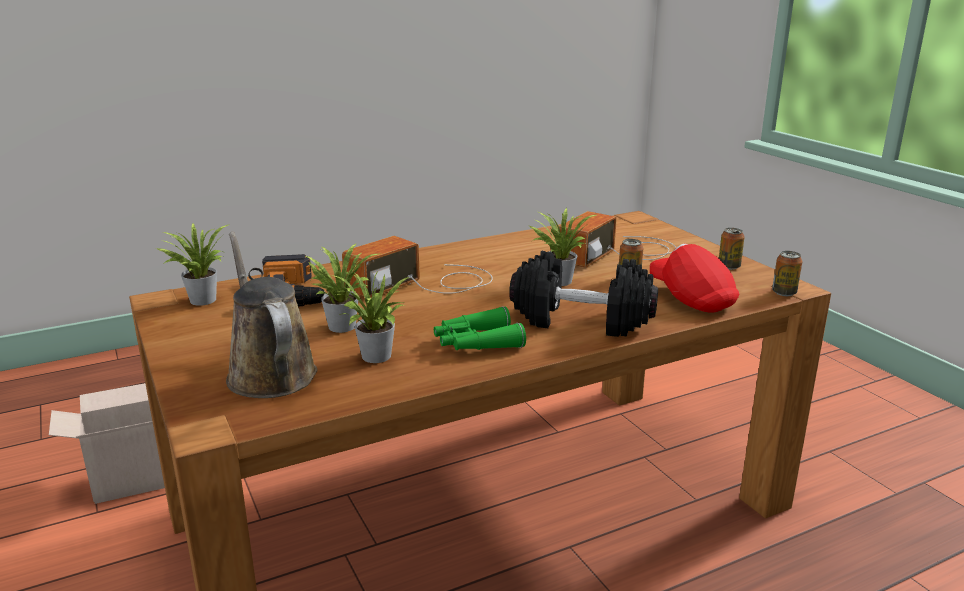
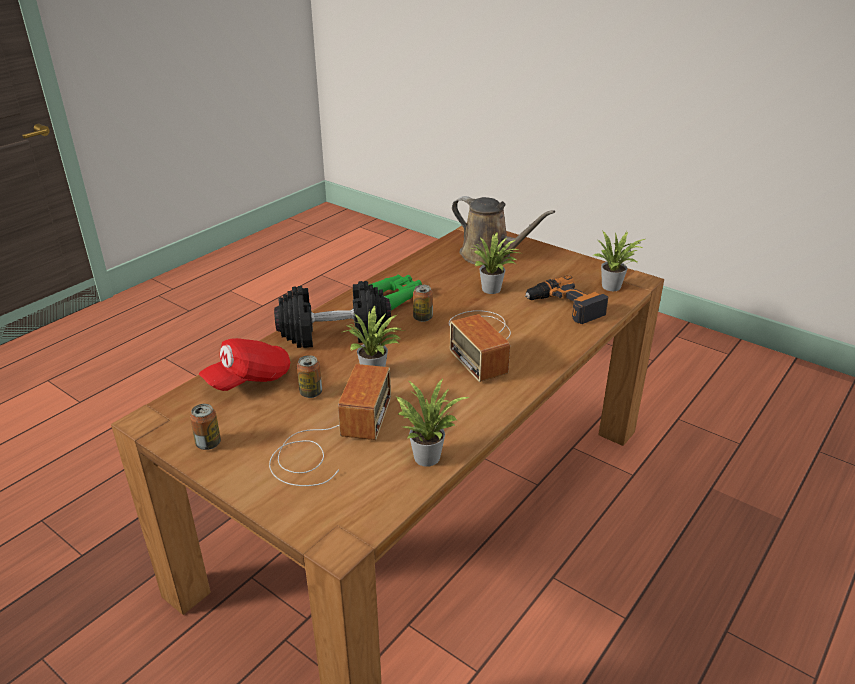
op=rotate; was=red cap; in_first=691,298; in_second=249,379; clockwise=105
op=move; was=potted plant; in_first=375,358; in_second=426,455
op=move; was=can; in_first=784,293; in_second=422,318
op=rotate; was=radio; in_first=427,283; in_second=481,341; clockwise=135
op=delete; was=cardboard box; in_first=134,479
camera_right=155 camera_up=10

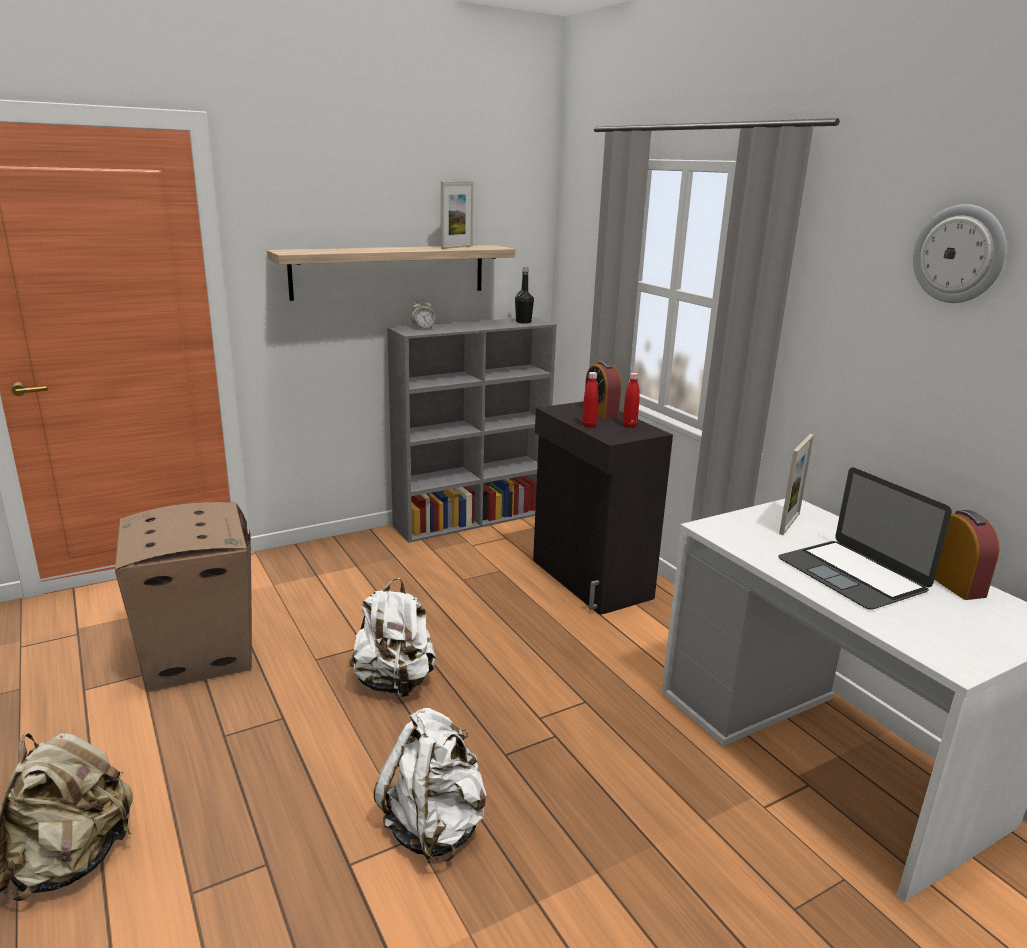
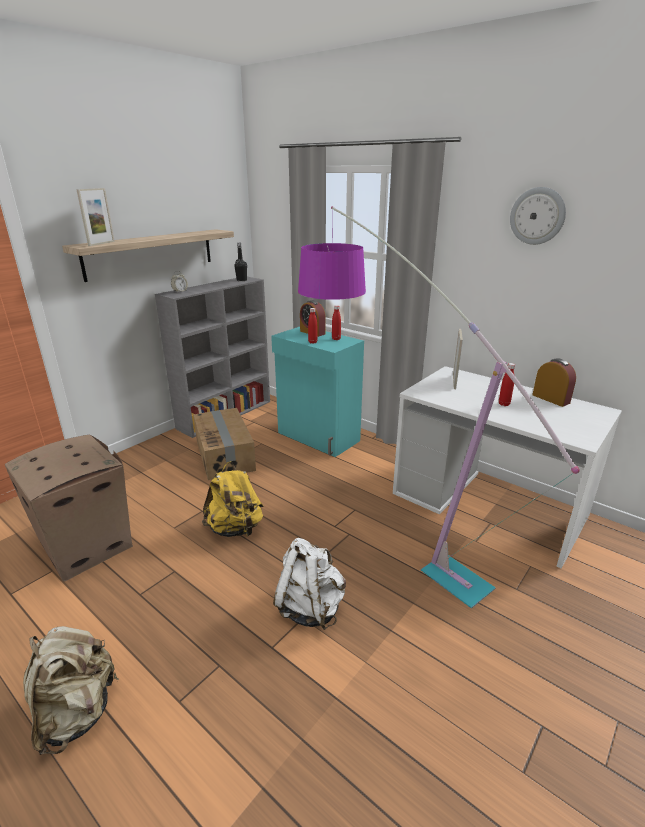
op=move; was=picture frame; in_first=457,247; in_second=101,243
op=insert; now=cardboard box; in_second=225,455
op=recolor; was=white backpack; now=yellow backpack; in_first=394,682; in_second=235,528
op=recolor; was=black cabinet; now=turquoise cabinet; in_first=590,579; in_second=318,437
op=insert; now=floor lamp; in_second=379,522
op=replace; was=laptop; now=red bottle; in_first=852,574; in_second=504,404
camera_right=-20 camera_up=5

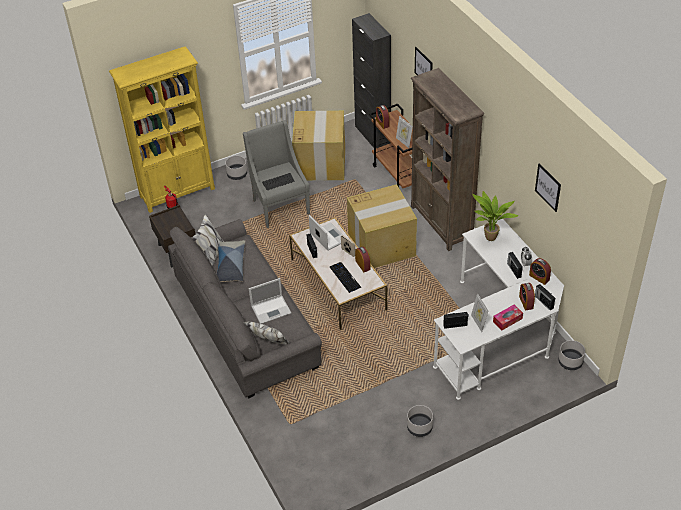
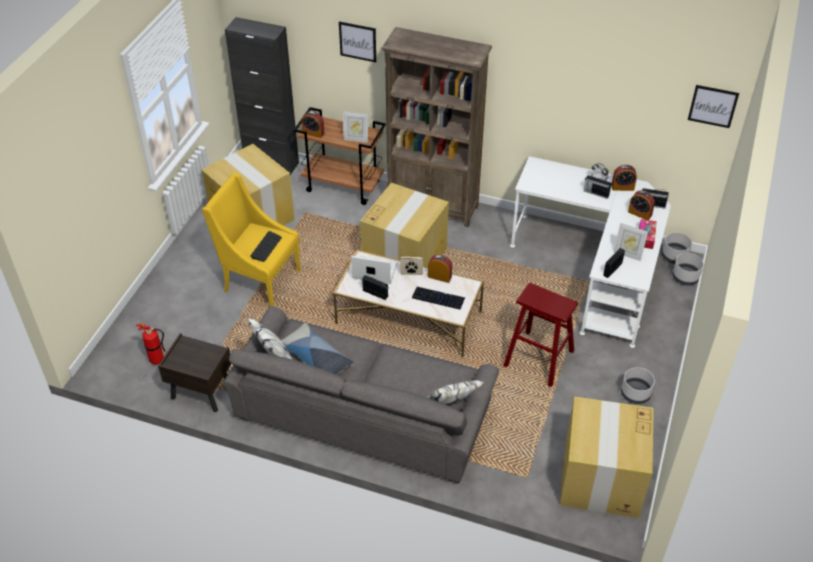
op=recolor; was=grey armchair; now=yellow armchair; in_first=279,206; in_second=259,281
op=insert; now=red stool; in_second=538,358
op=insert; now=cardboard box; in_second=600,479
op=move; was=grey planter; in_first=237,174; in_second=685,277
op=move; was=picture; in_first=548,187; in_second=713,106
op=delete; was=yellow bookcase; in_first=178,192
op=delete; was=laptop; in_first=271,309
op=delete; was=potted plant; in_first=490,239
camera_right=-45 camera_up=0

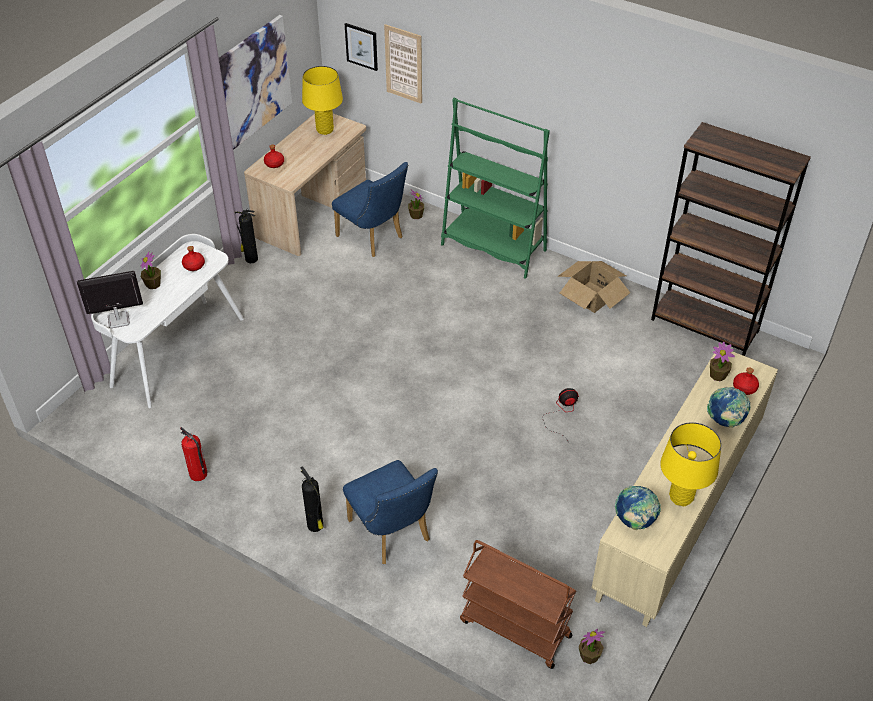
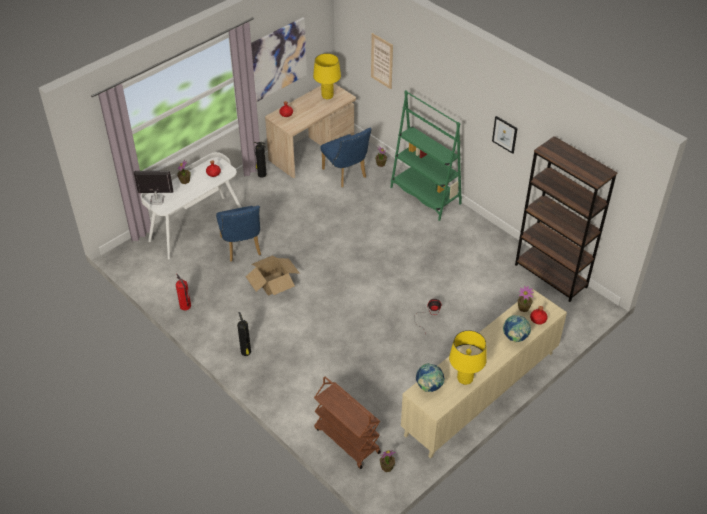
op=move; was=blue chair; in_first=392,534; in_second=242,248
op=move; was=cardboard box; in_first=591,296; in_second=273,283
op=move; was=picture; in_first=361,46; in_second=505,134
camera_right=15 camera_up=0

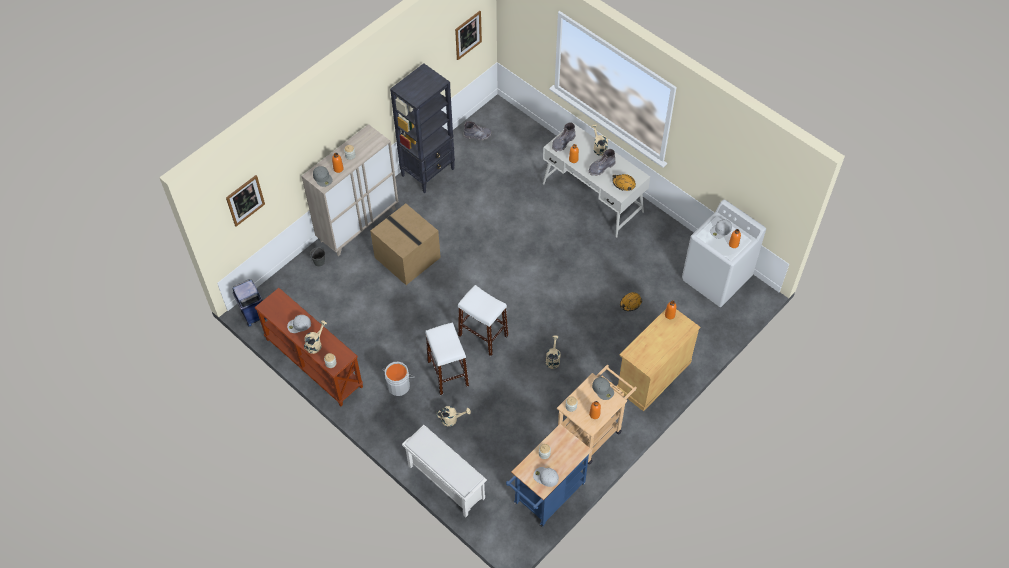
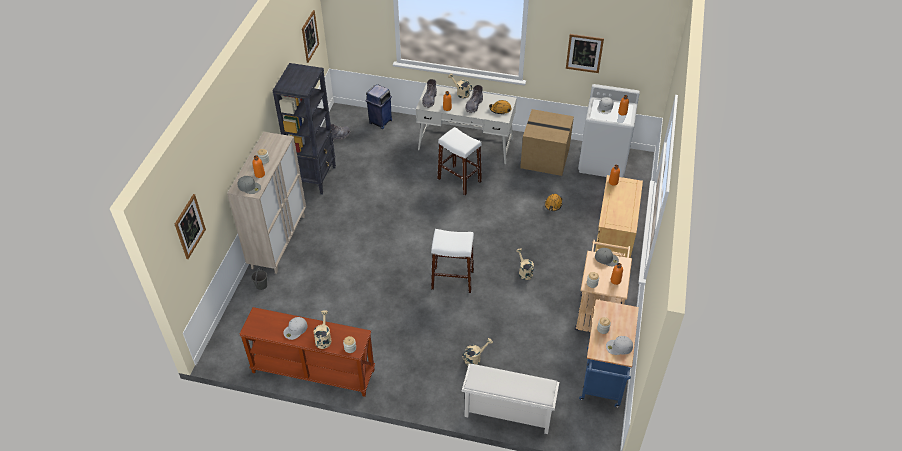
op=move; was=blue trash can; in_first=253,315; in_second=380,122
op=move; was=white stool; in_first=448,373; in_second=459,180
op=move; was=cardboard box; in_first=406,257; in_second=544,158
op=insert; now=picture; in_second=584,53
op=delete; was=grey bucket; in_first=399,385
camera_right=-30 camera_up=-10

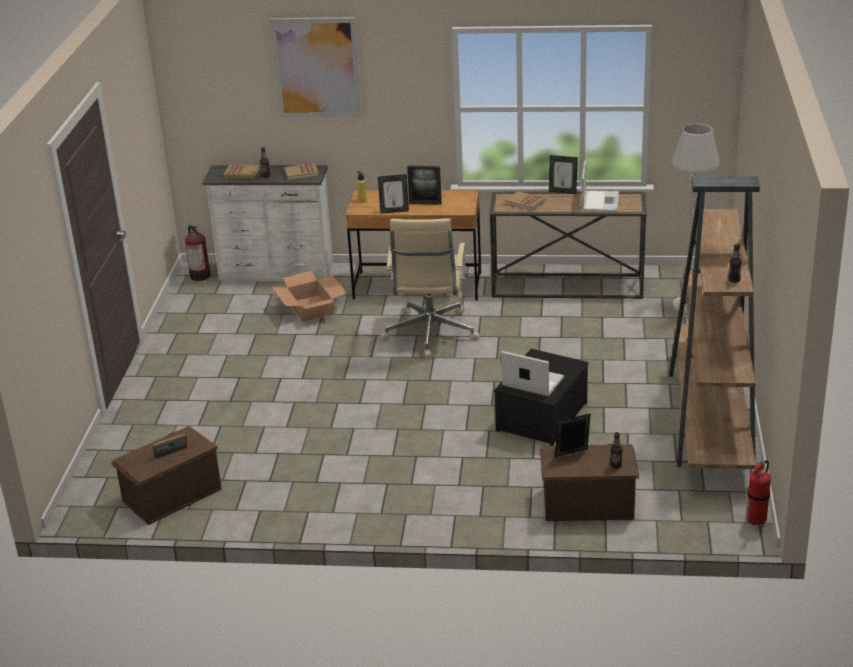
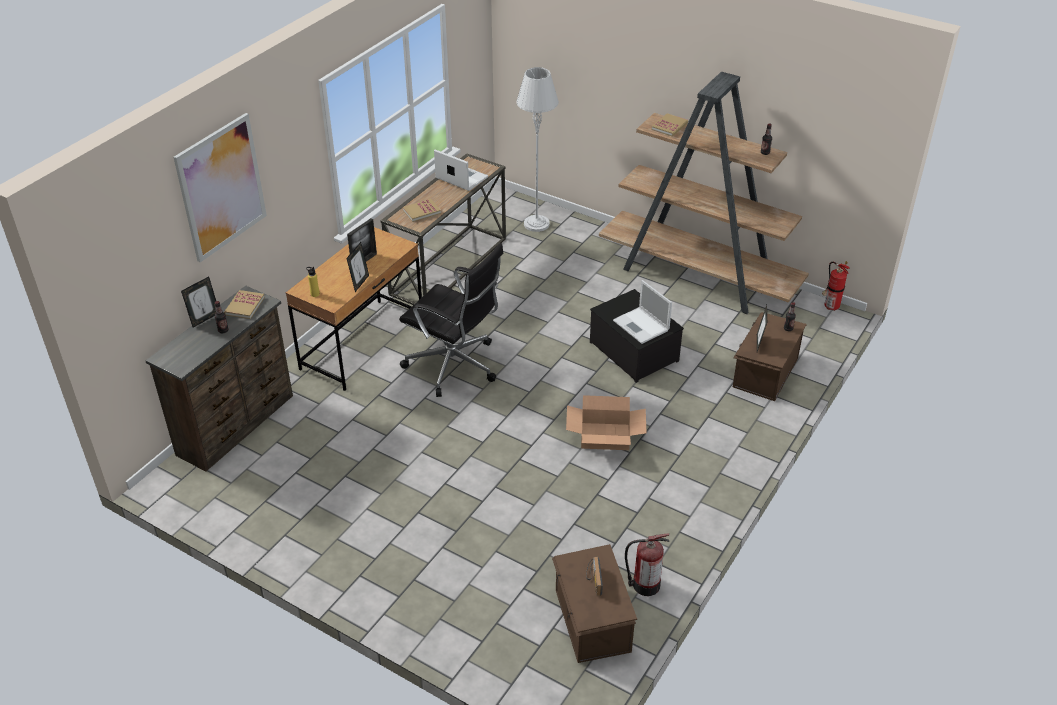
op=recolor; was=white dresser; now=brown dresser; in_first=277,273; in_second=238,425
op=move; was=picture frame; in_first=563,191; in_second=204,319
op=recolor; was=beige office chair; now=black office chair; in_first=430,334; in_second=455,366
op=move; was=cardboard box; in_first=311,308; in_second=605,436
op=rotate; was=laptop; in_first=531,381; in_second=641,326; clockwise=-90
op=move; was=fire extinguisher; in_first=199,275; in_second=644,585
op=move; was=book; in_first=241,173; in_second=669,126
camera_right=-65 camera_up=10

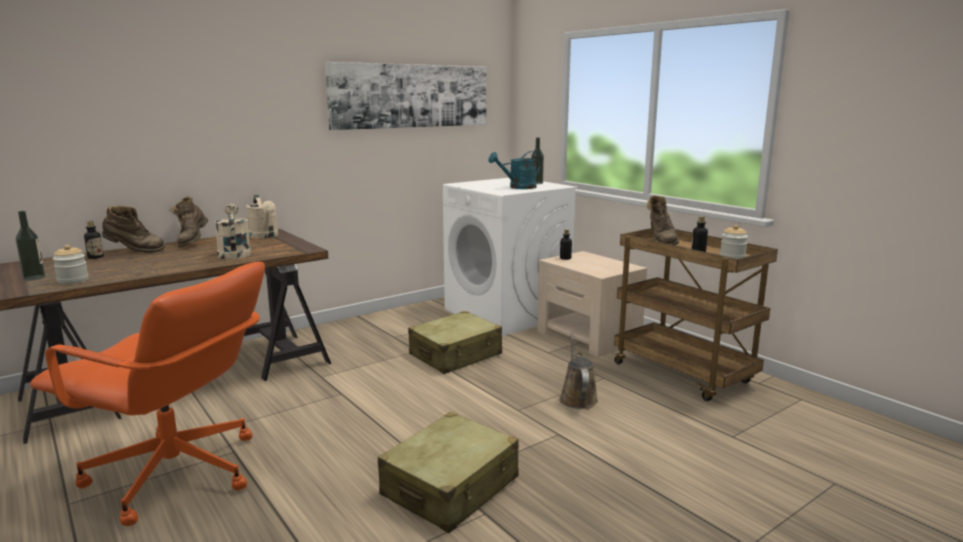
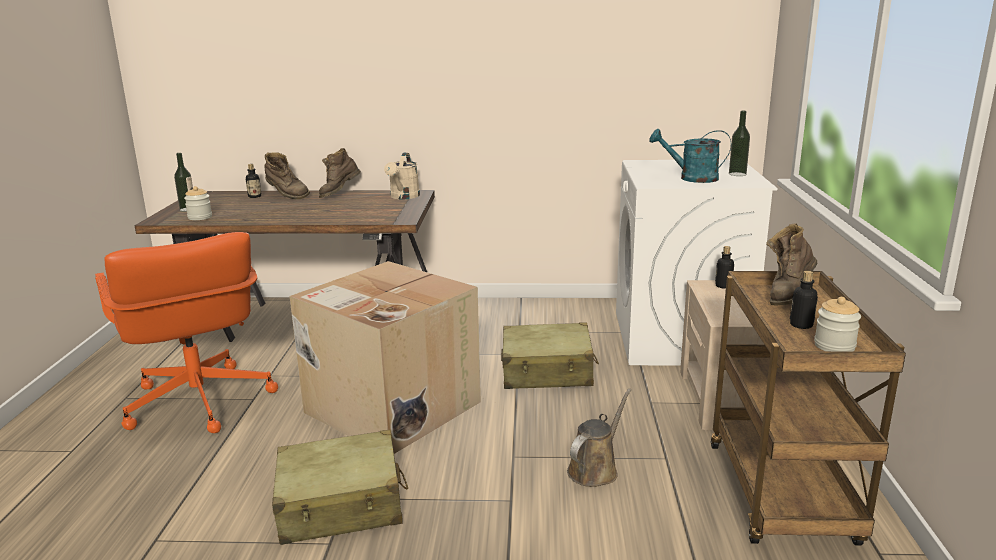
op=insert; now=cardboard box; in_second=389,407
op=delete; was=beige watering can; in_first=234,253
op=delete; was=picture; in_first=411,96
camera_right=40 camera_up=5

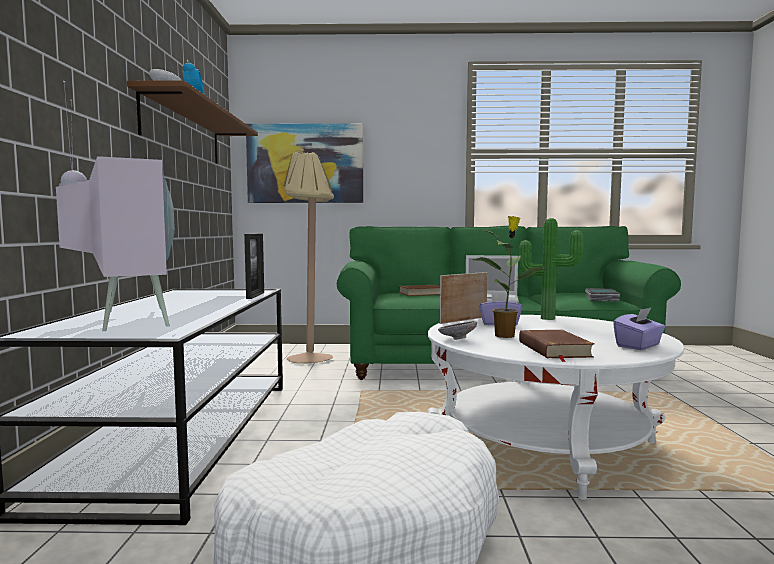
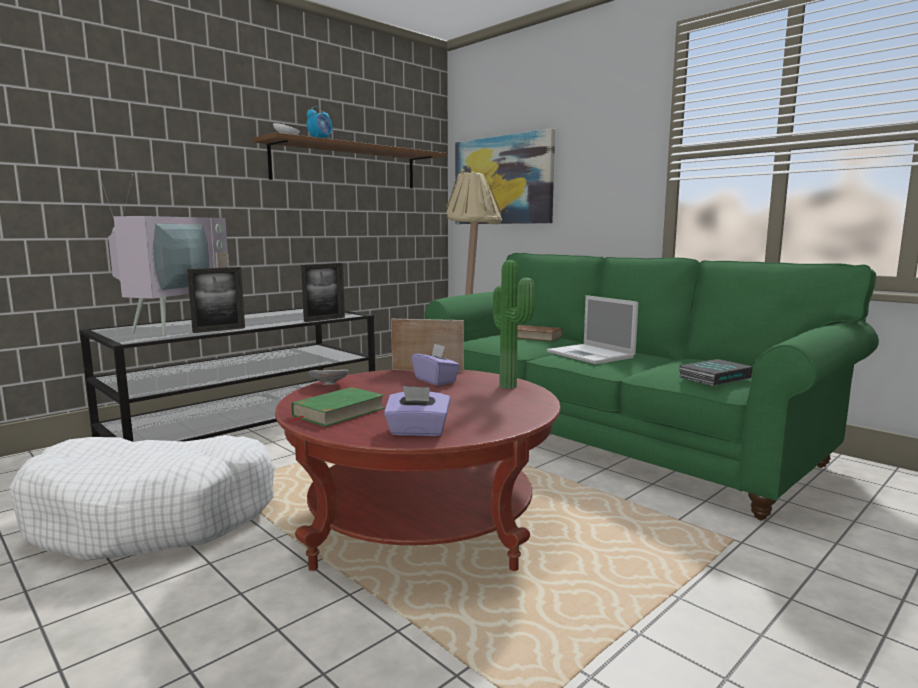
op=insert; now=picture frame; in_second=219,330
op=recolor; was=white coffee table; now=red coffee table; in_first=544,442; in_second=421,521
op=recolor; was=brown book; now=green book; in_first=554,349; in_second=338,412
op=delete; was=potted plant; in_first=506,335
camera_right=45 camera_up=5

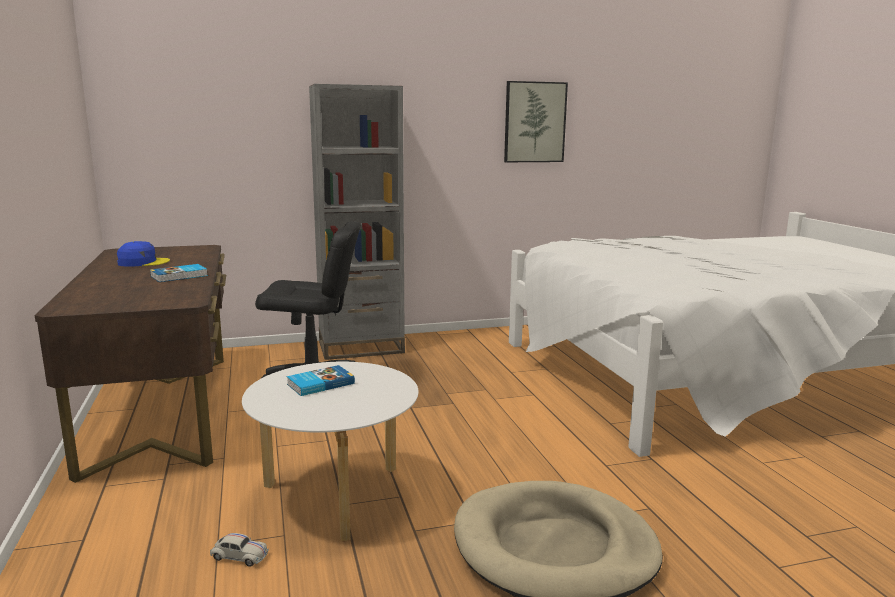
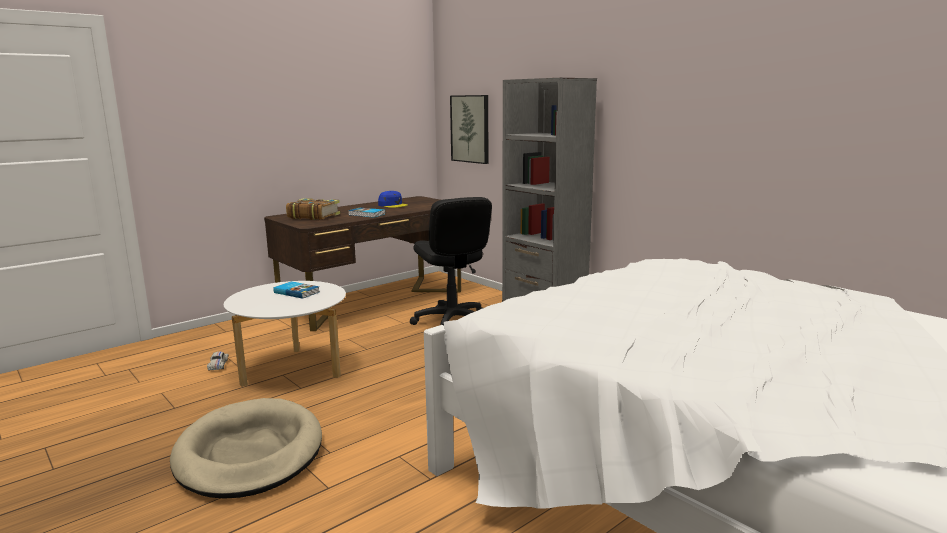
op=insert; now=book; in_second=313,216
op=move; was=picture; in_first=534,122; in_second=470,129
camera_right=65 camera_up=0

